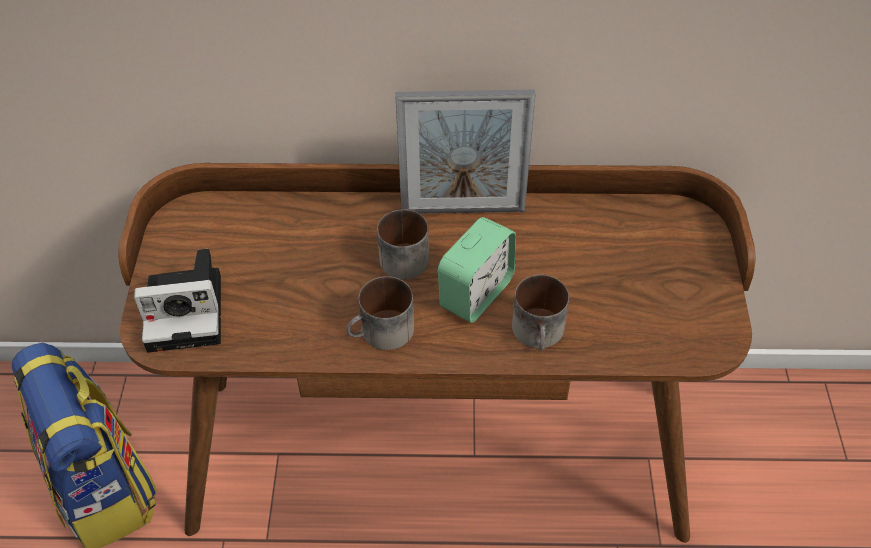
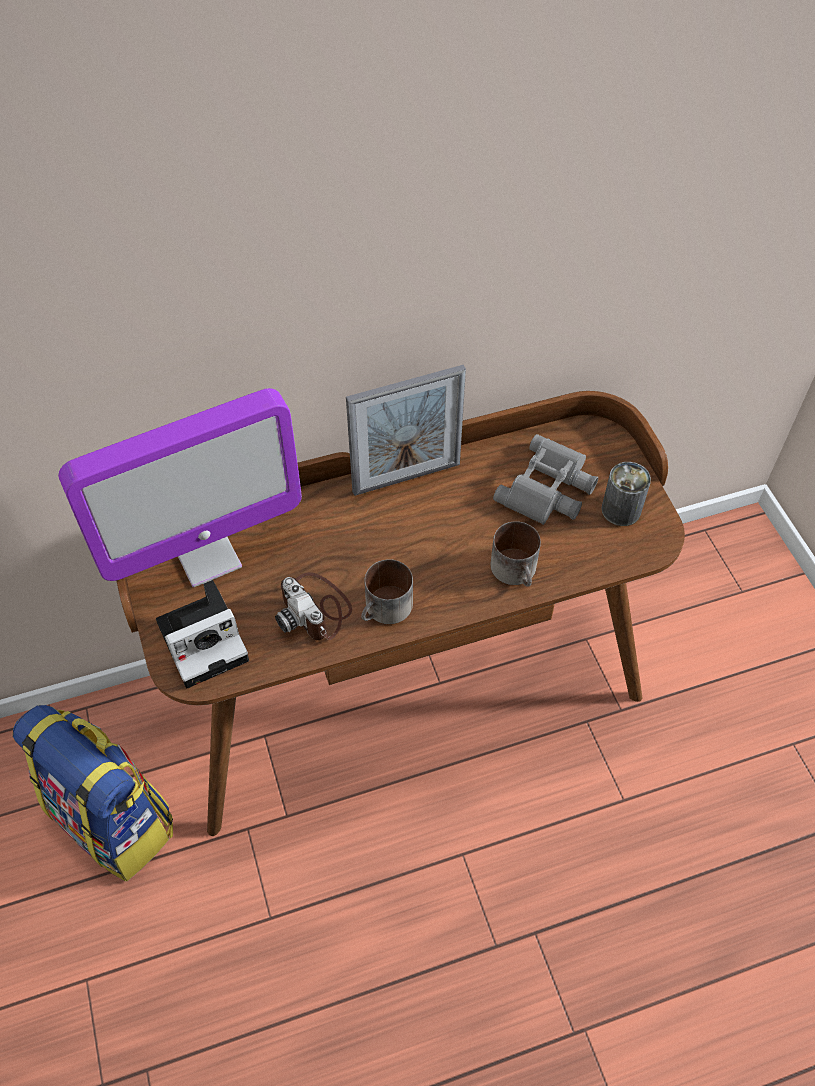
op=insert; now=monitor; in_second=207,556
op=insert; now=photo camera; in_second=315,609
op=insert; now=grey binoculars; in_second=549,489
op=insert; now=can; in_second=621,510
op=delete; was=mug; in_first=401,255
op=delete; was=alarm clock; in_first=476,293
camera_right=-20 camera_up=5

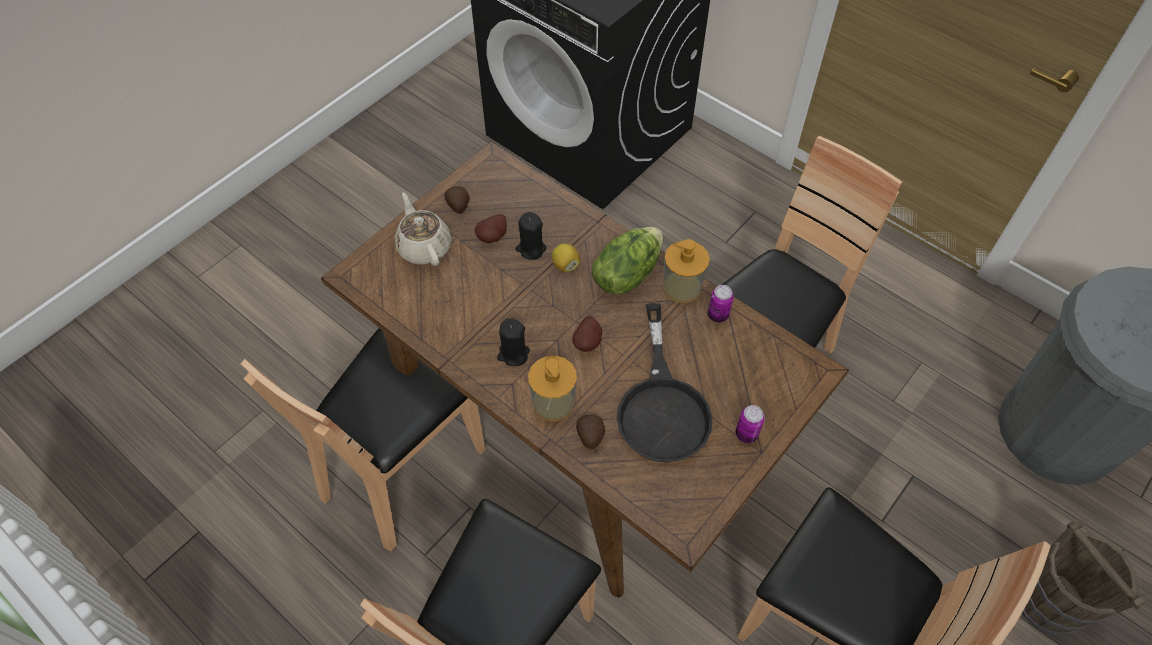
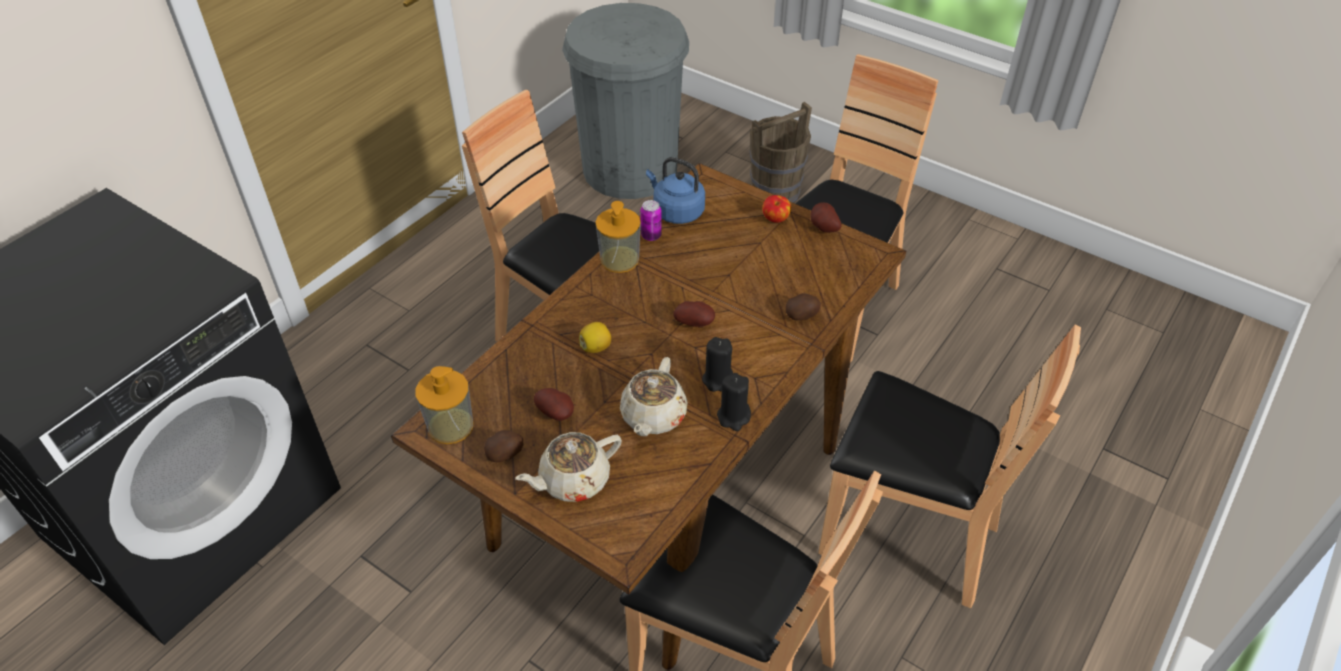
op=move; was=soap dispenser; in_first=553,403; in_second=451,426
op=insert; now=beige teapot; in_second=653,416
op=insert; now=blue kettle; in_second=676,211
op=move; was=black candle; in_first=531,249; in_second=733,417
op=replace; was=can; now=apple; in_first=746,434; in_second=775,219
op=insert; now=potato; in_second=823,228
op=delete; was=lettuce; in_first=626,274
op=delete; was=black frying pan; in_first=662,406
camera_right=-95 camera_up=-10

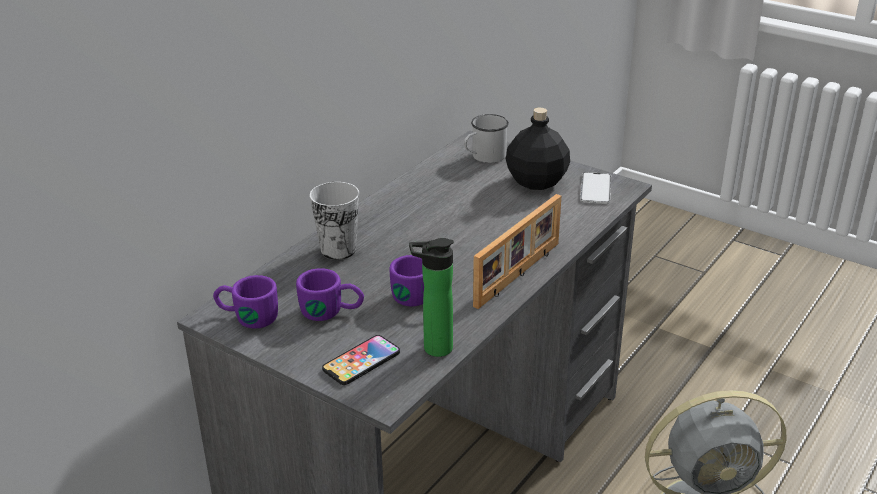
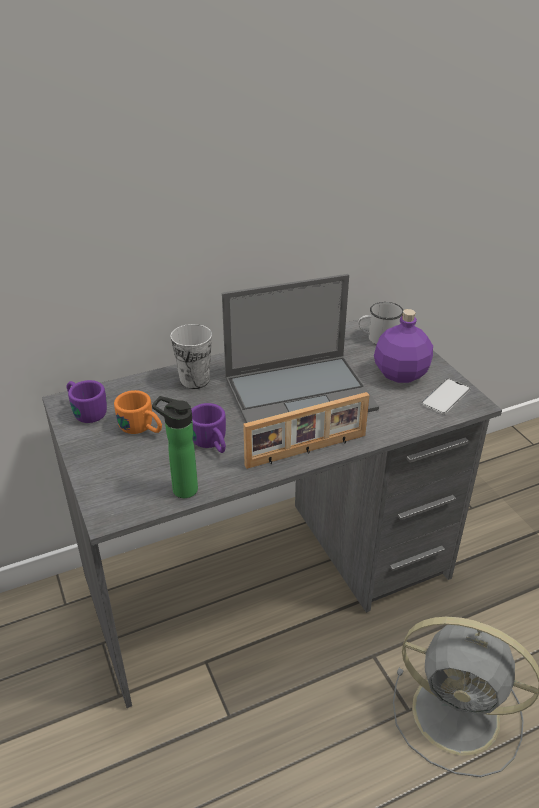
op=recolor; was=purple mug; now=orange mug; in_first=332,311; in_second=142,428
op=insert; now=laptop; in_second=301,393
op=recolor; was=black bottle; now=purple bottle; in_first=537,181; in_second=401,374
op=delete; was=phone; in_first=361,361
camera_right=30 camera_up=5

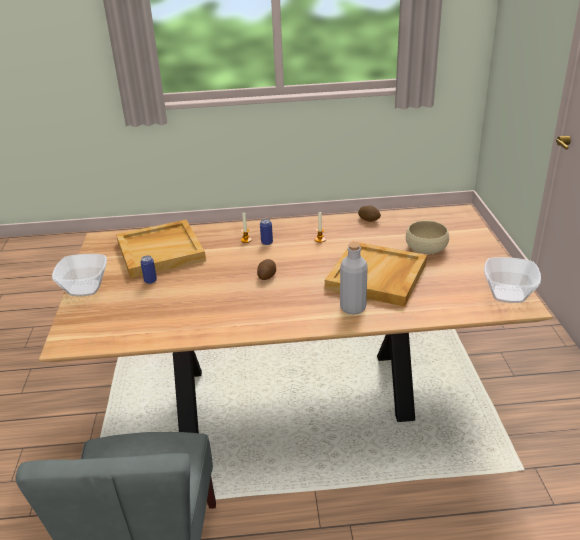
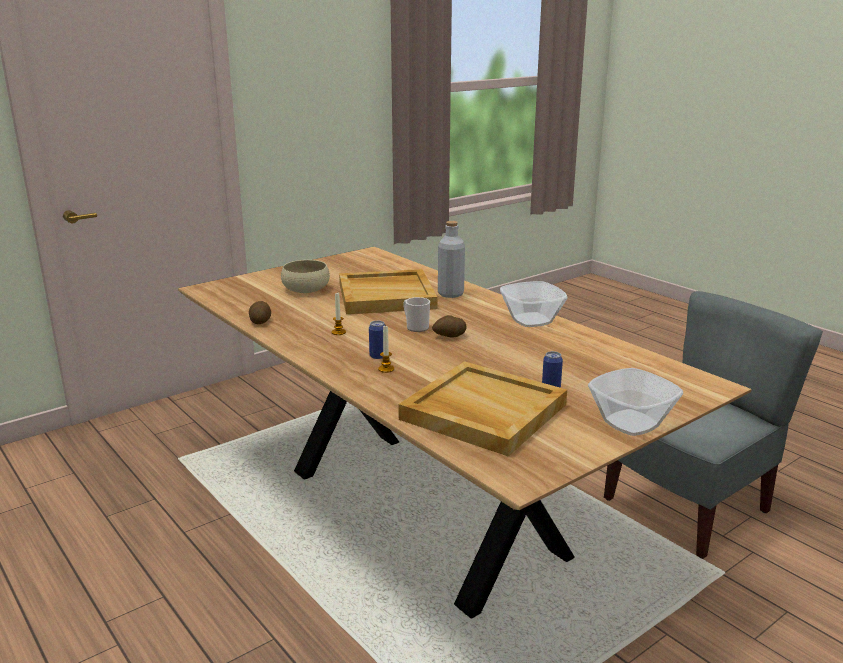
op=insert; now=mug; in_second=415,327
op=move; was=bowl; in_first=509,295; in_second=532,320
camera_right=-125 camera_up=-10

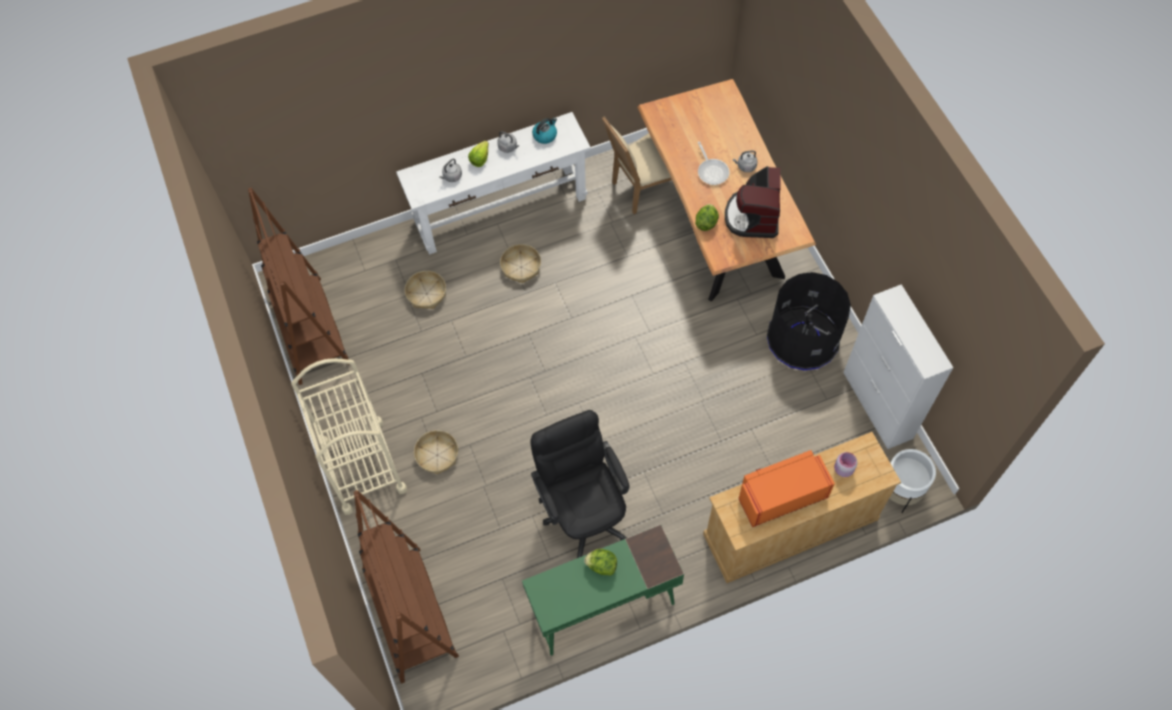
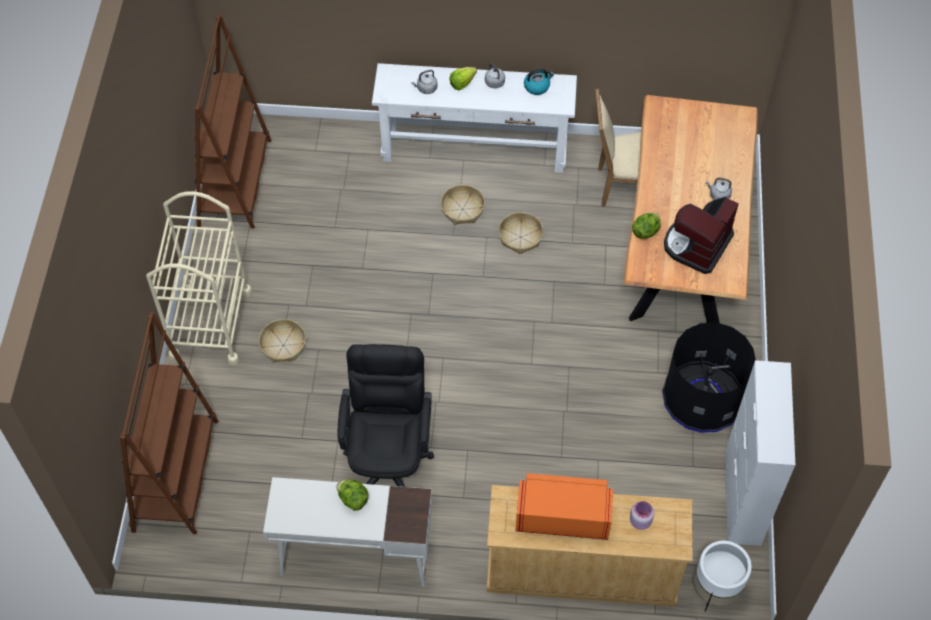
op=recolor; was=green desk; now=white desk; in_first=603,607; in_second=354,555
op=move; was=basket; in_first=426,293; in_second=520,237
op=delete; was=frying pan; in_first=712,171
camera_right=25 camera_up=-5

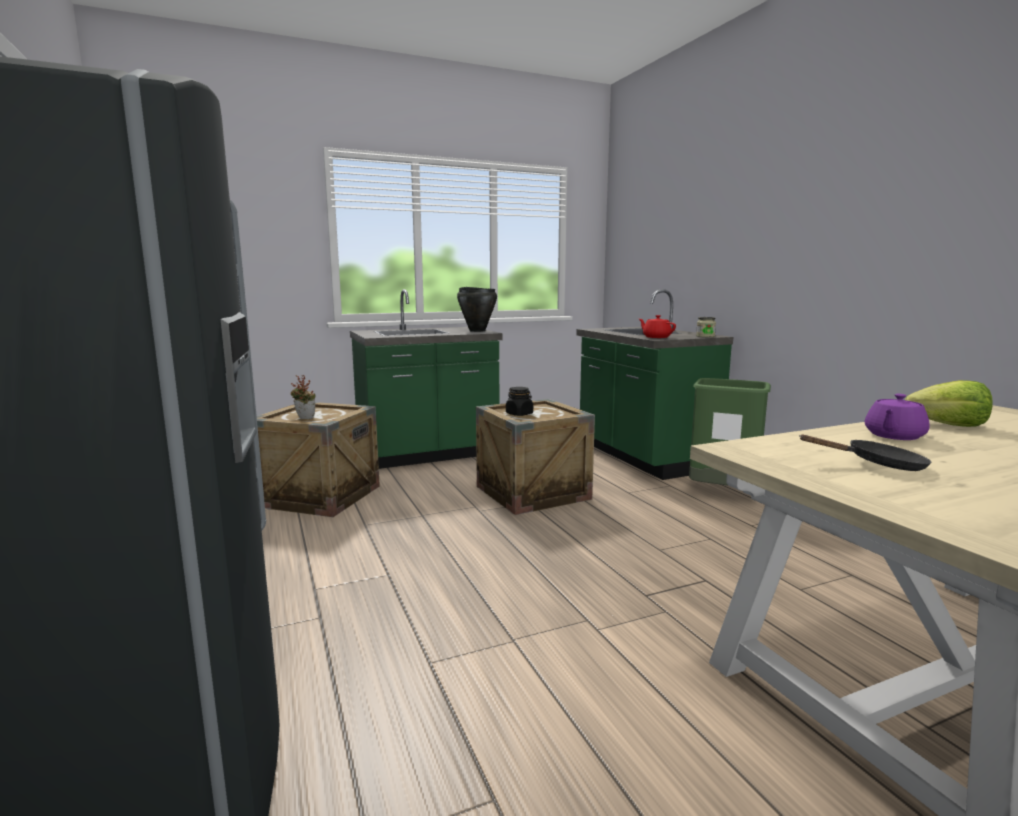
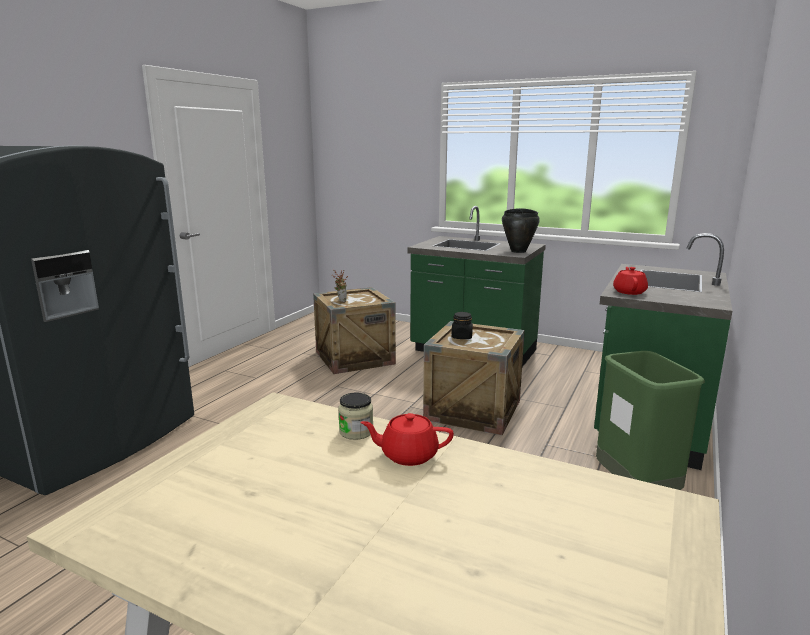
op=move; was=jar; in_first=705,336; in_second=356,431
op=recolor; was=purple teapot; now=red teapot; in_first=893,436; in_second=408,455
op=delete; was=black frying pan; in_first=877,465
op=delete; was=lettuce; in_first=949,425
camera_right=50 camera_up=5

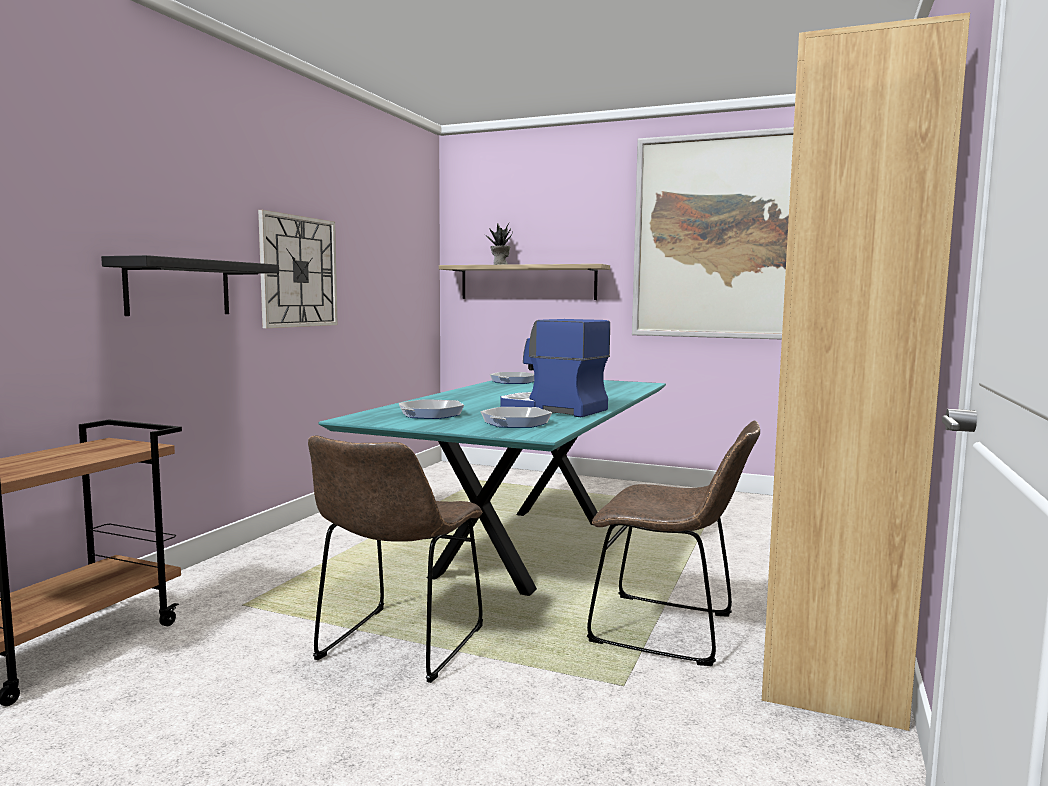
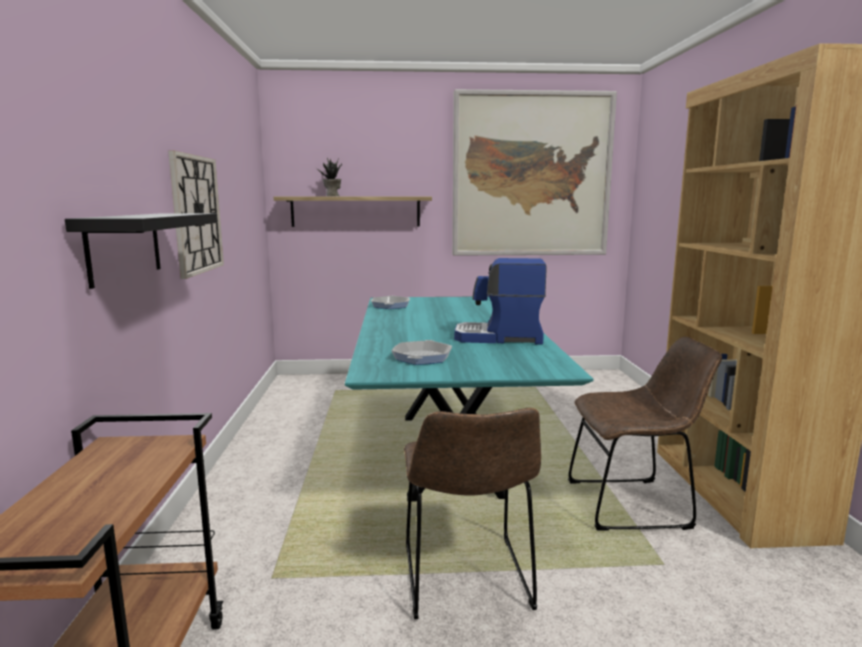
op=delete; was=frying pan; in_first=516,423
camera_right=-25 camera_up=5

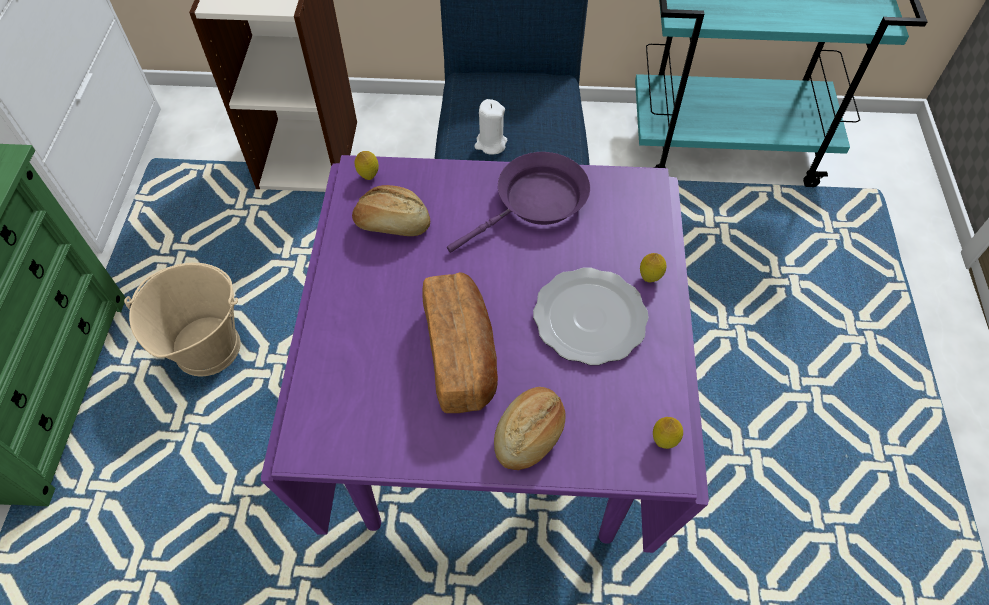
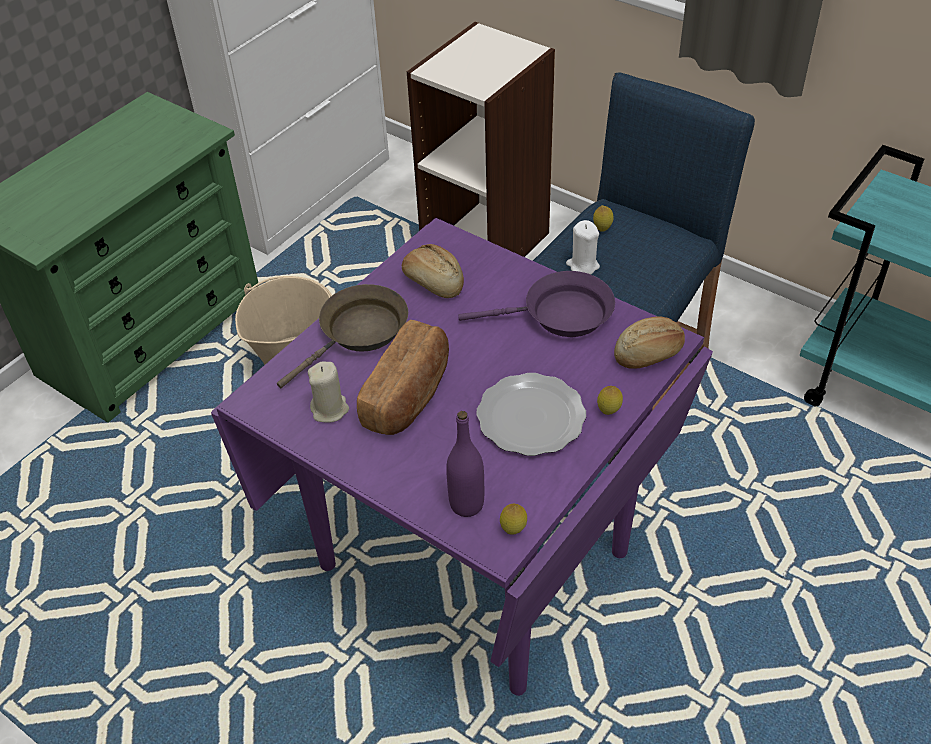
op=insert; now=brown frying pan; in_second=359,333
op=insert; now=beige candle; in_second=330,409
op=insert; now=purple bottle; in_second=466,504
op=move; was=lemon; in_first=368,176; in_second=602,229
op=move; was=bread; in_first=530,435; in_second=649,355
camera_right=35 camera_up=-10

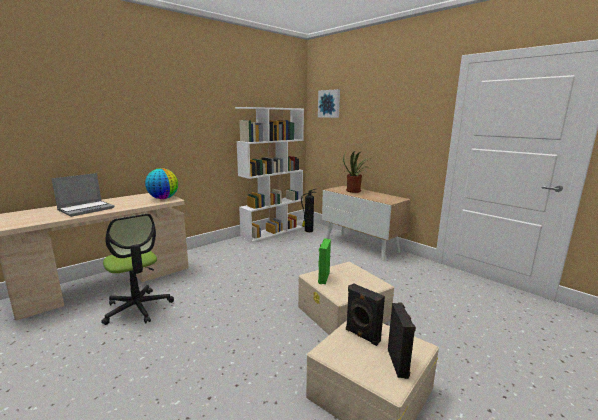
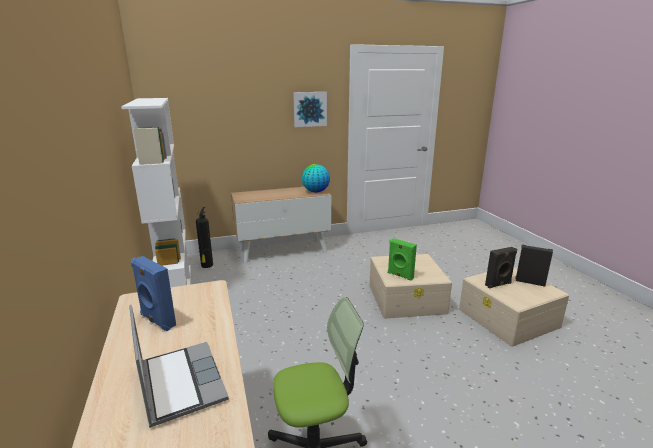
op=insert; now=blue speaker; in_second=157,321
op=move; was=picture; in_first=329,104; in_second=309,109
op=move; was=globe; in_first=163,198; in_second=315,192
op=delete; was=potted plant; in_first=355,191
camera_right=-65 camera_up=5

